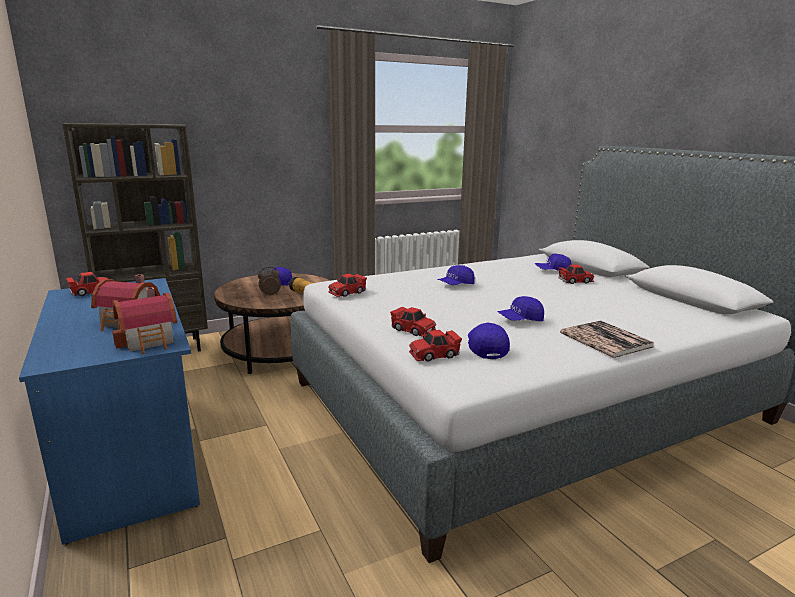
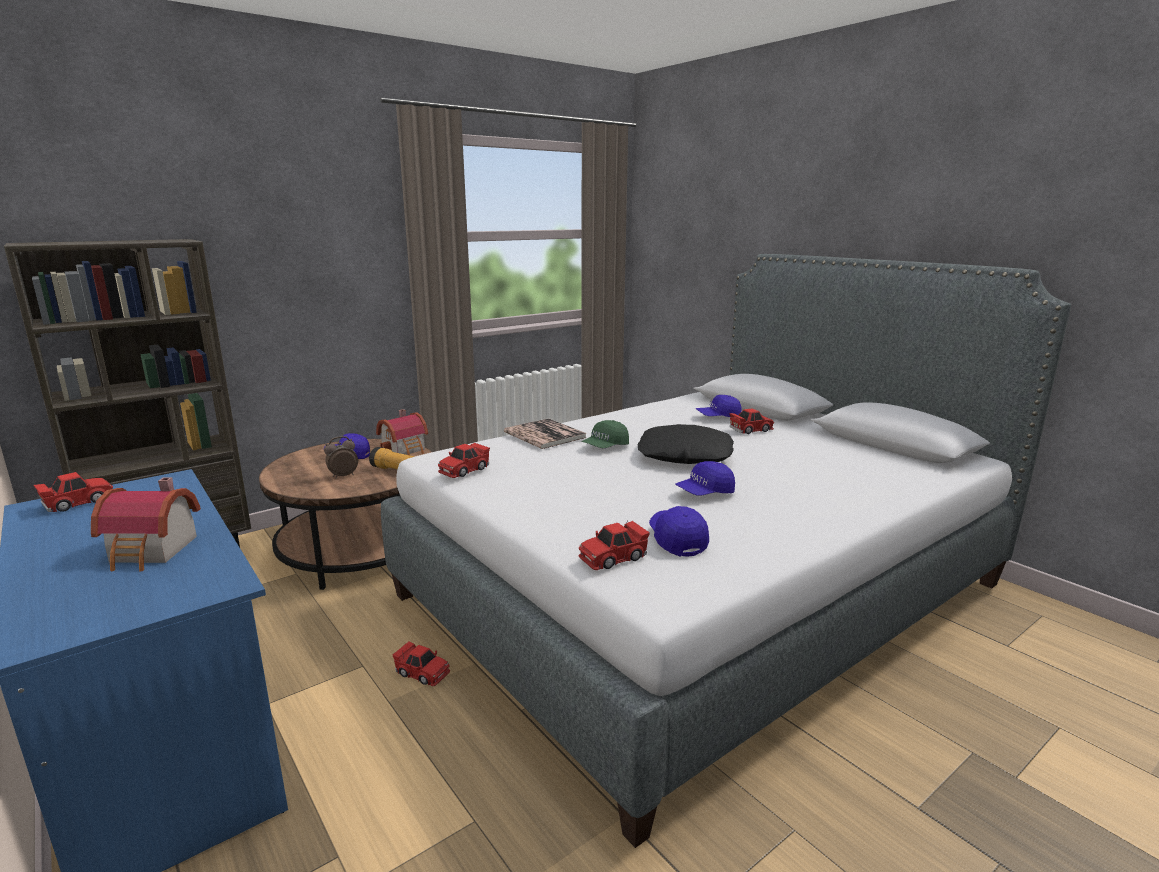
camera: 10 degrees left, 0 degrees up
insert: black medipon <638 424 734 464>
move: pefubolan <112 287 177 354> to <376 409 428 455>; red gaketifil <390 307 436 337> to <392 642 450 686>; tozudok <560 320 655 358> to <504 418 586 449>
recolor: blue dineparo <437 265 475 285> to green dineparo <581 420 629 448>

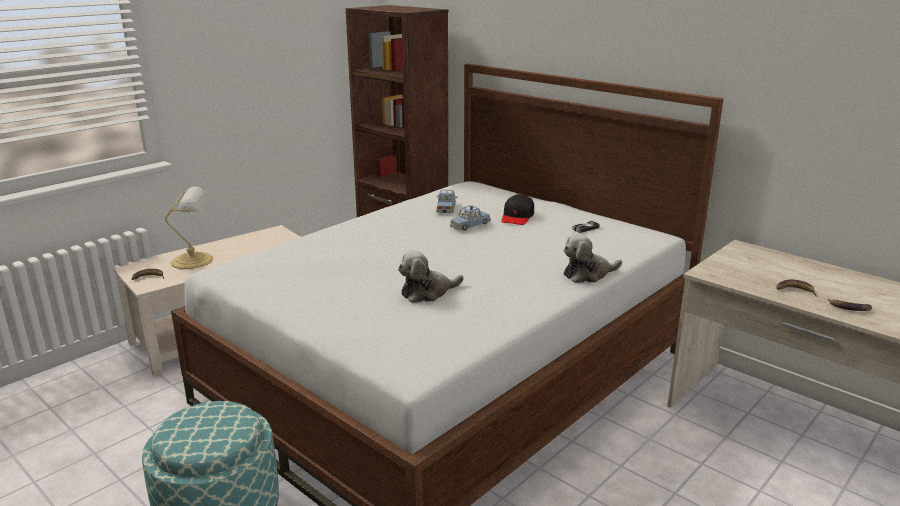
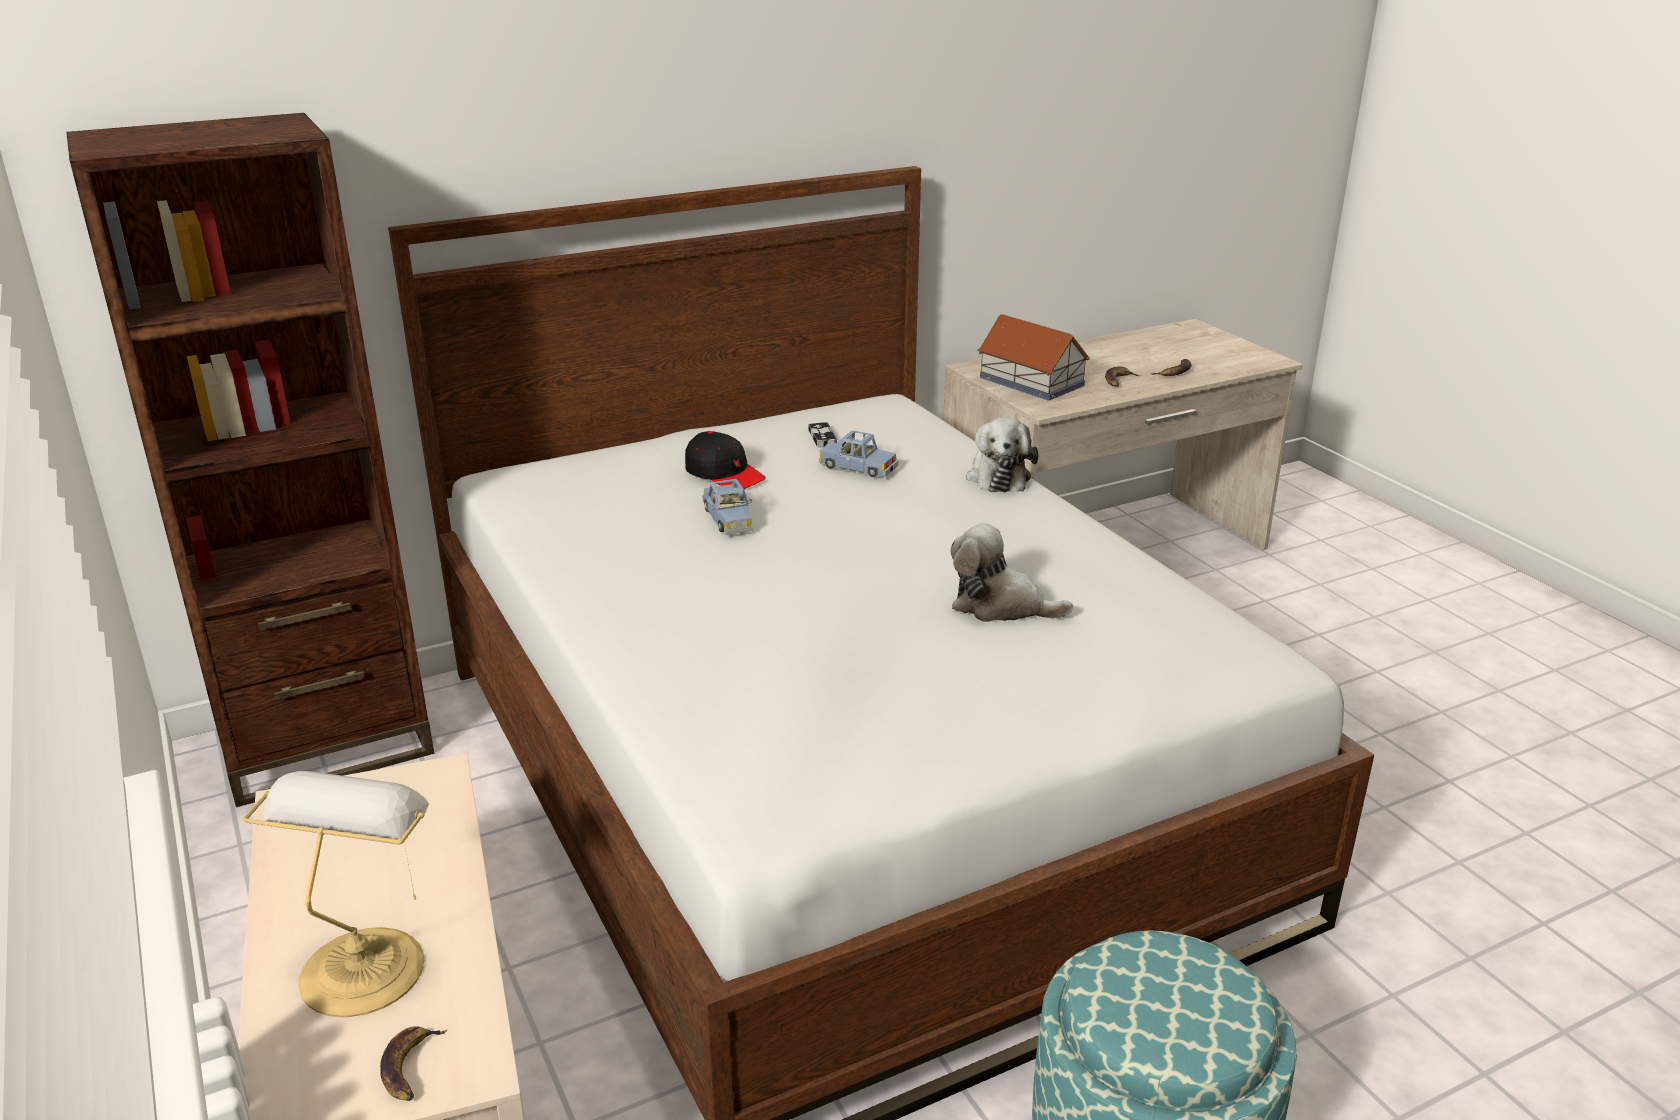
camera: 70 degrees left, 5 degrees up
insert: pefubolan <978 314 1090 400>
move: blue gaketifil <436 190 457 213> to <819 430 898 477>
rotate: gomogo <398 251 464 303> = <951 523 1073 622> 120 degrees clockwise

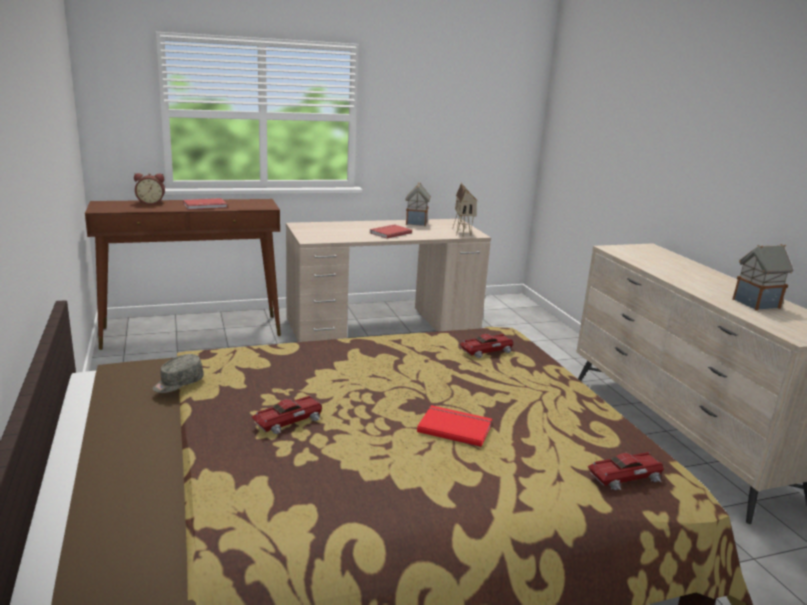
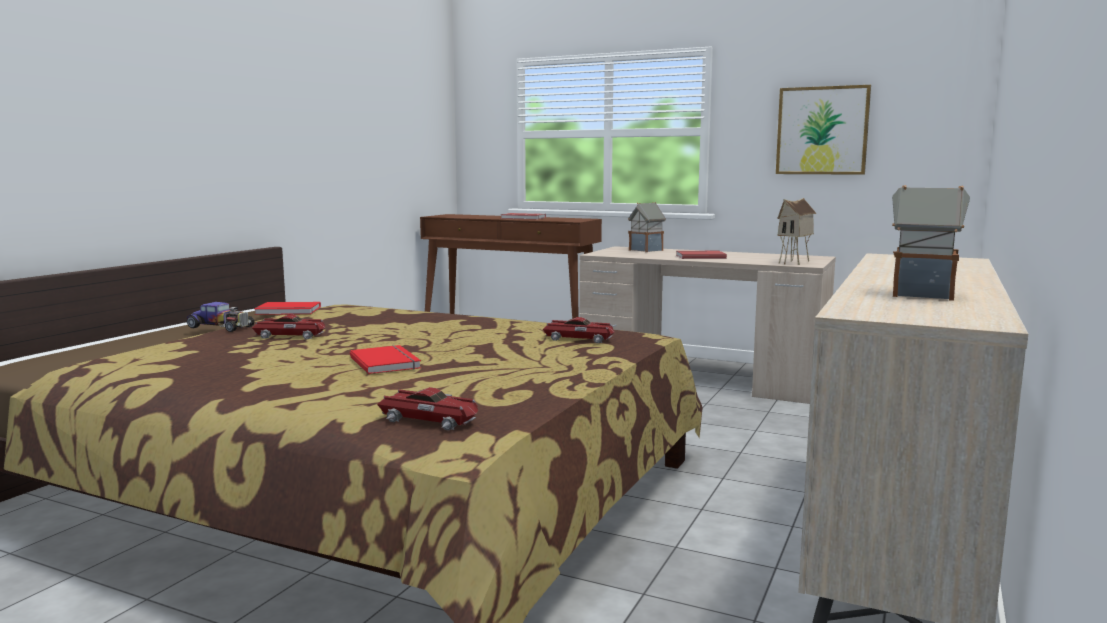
camera: 45 degrees right, 10 degrees down
delete: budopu <134 173 165 205>
insert: gaketifil <187 302 254 332>; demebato <776 85 871 175>
move: pefubolan <406 182 431 227> to <628 202 666 252>
replace: grey dineparo <152 354 204 393> to red tozudok <254 302 321 315>

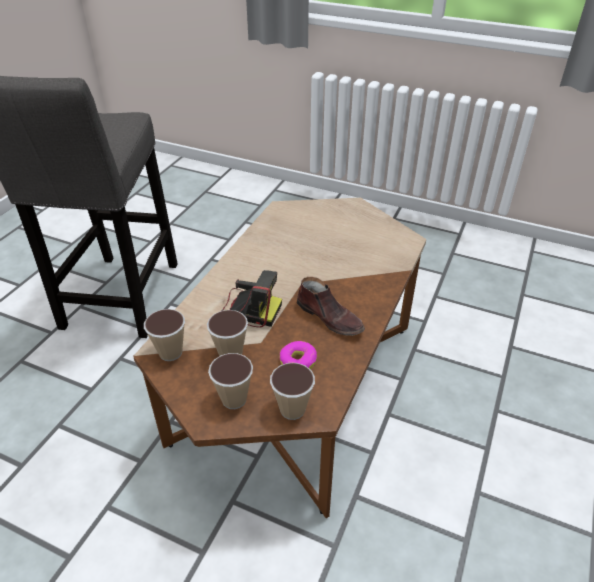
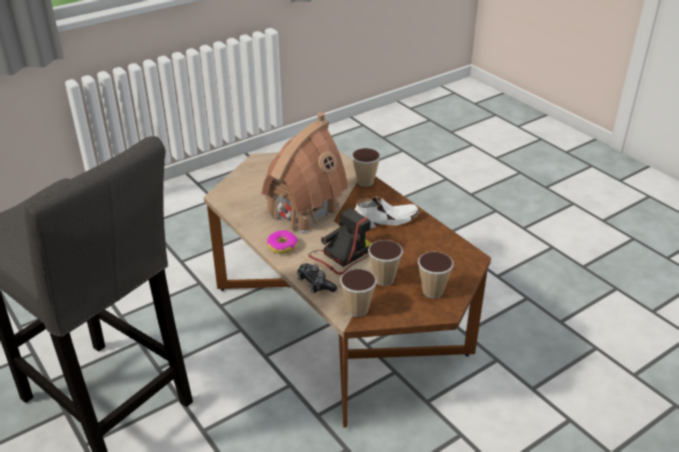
camera: 60 degrees left, 5 degrees down
insert: pefubolan <262 112 348 234>; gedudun <297 263 337 293>
move: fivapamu <270 363 315 420> to <352 148 381 187>; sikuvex <280 341 317 370> to <267 230 298 254>
recolor: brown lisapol <297 277 365 336> to white lisapol <354 196 419 229>

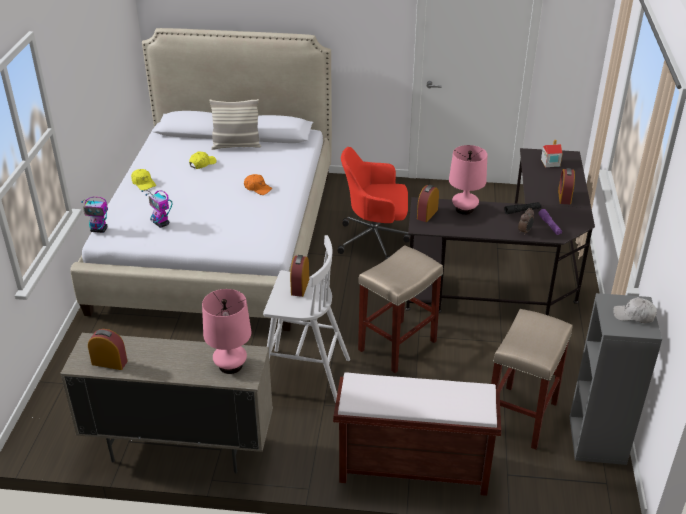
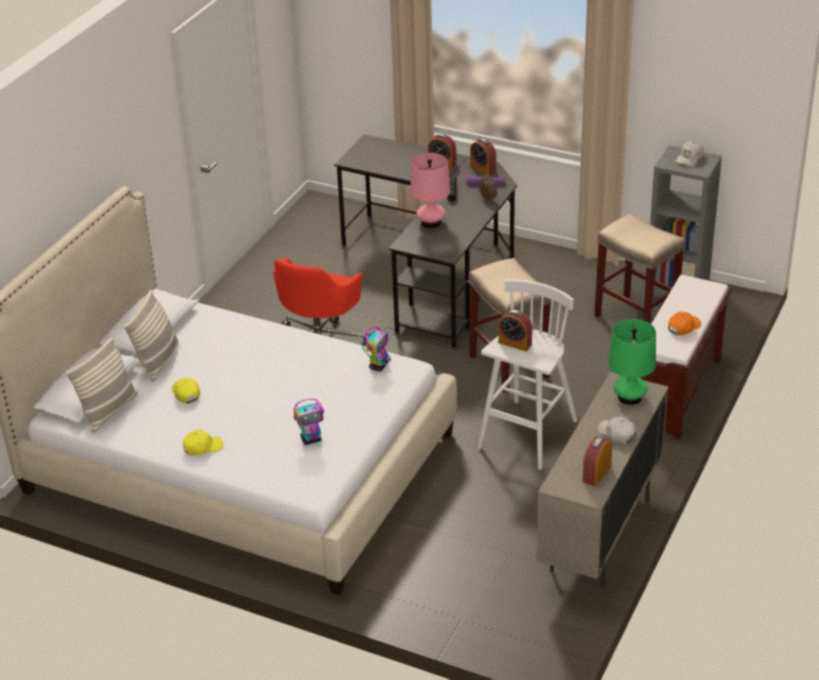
camera: 70 degrees left, 0 degrees up
delete: pefubolan <541 140 562 167>
insert: medipon <66 337 138 434>; white dineparo <597 416 636 444>
move: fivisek <81 197 108 233> to <361 327 393 371>; orange dineparo <244 174 273 195> to <668 312 701 335>; budopu <417 185 439 222> to <470 138 496 176>
recolor: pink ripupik <202 289 251 374> to green ripupik <608 319 656 405>

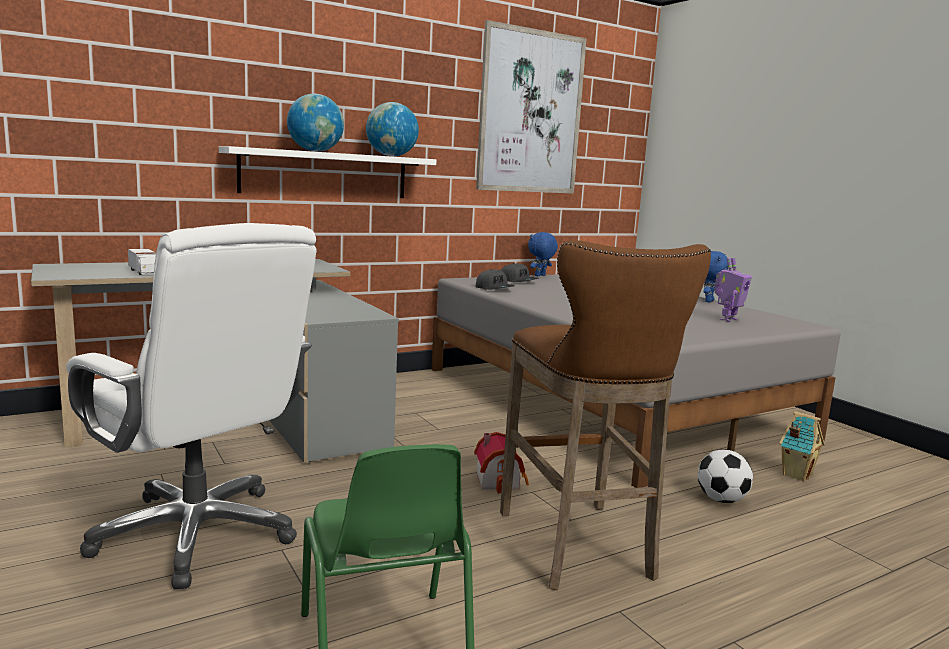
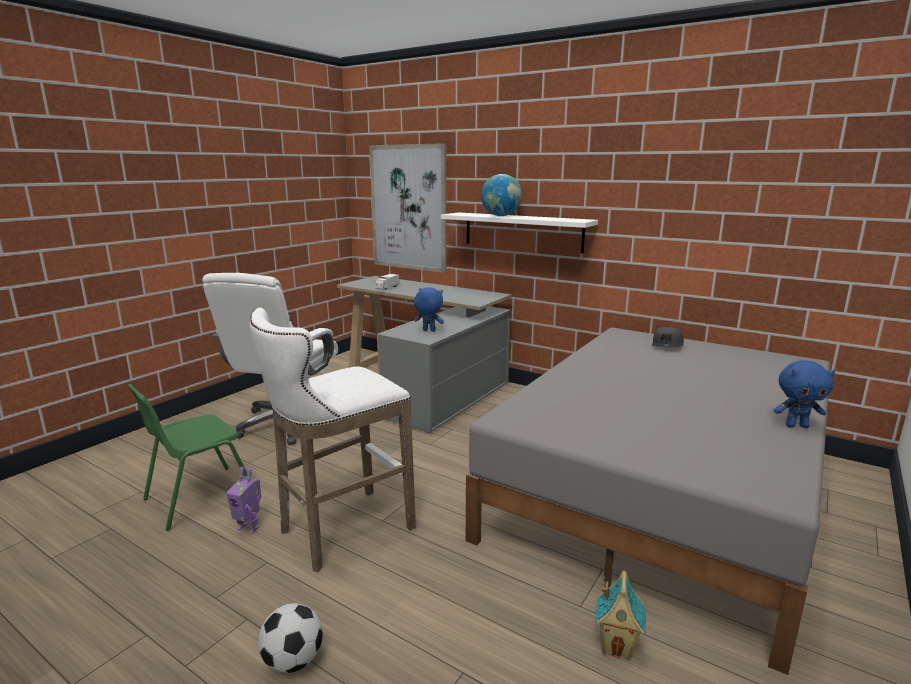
camera: 65 degrees right, 5 degrees up
delete: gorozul <366 102 419 156>; pefubolan <474 432 529 494>; grey dineparo <476 269 515 290>
move: demebato <476 20 587 194> to <369 143 447 273>; blue gomogo <528 232 558 276> to <414 287 444 332>; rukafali <698 449 753 503> to <258 603 323 673>; fivisek <715 258 752 322> to <226 467 261 534>
recolor: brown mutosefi <500 240 711 590> to white mutosefi <250 308 416 572>

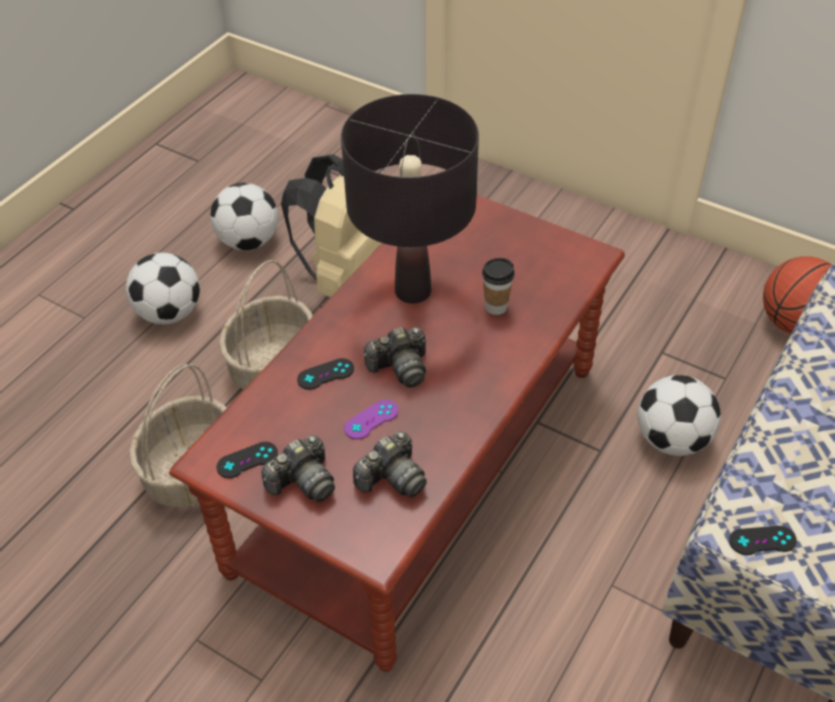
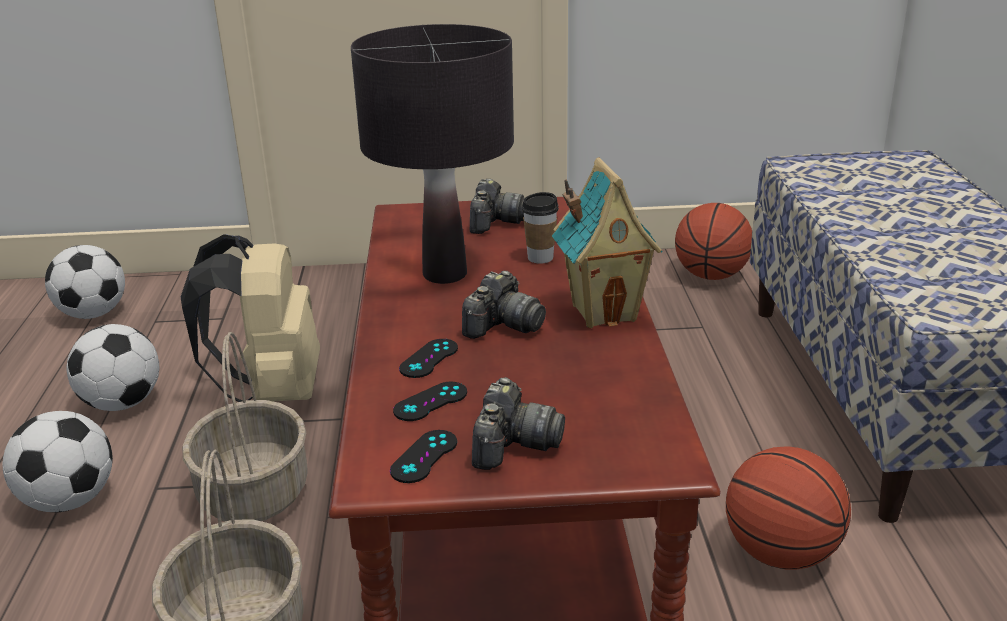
camera: 35 degrees left, 20 degrees down
delete: purple gedudun <344 400 398 439>
insert: pefubolan <552 157 663 328>; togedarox <726 447 851 570>
move: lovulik <353 431 427 498> to <470 179 524 234>; rukafali <637 375 721 456> to <45 245 125 319>; black gedudun <729 526 797 555> to <393 382 467 421>

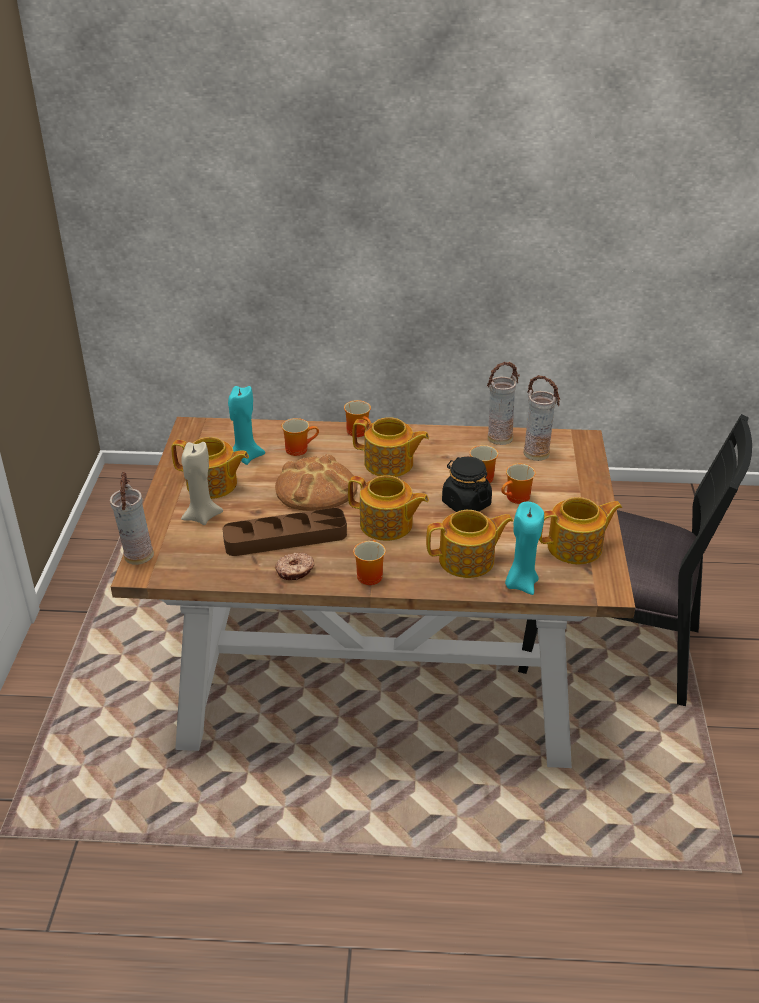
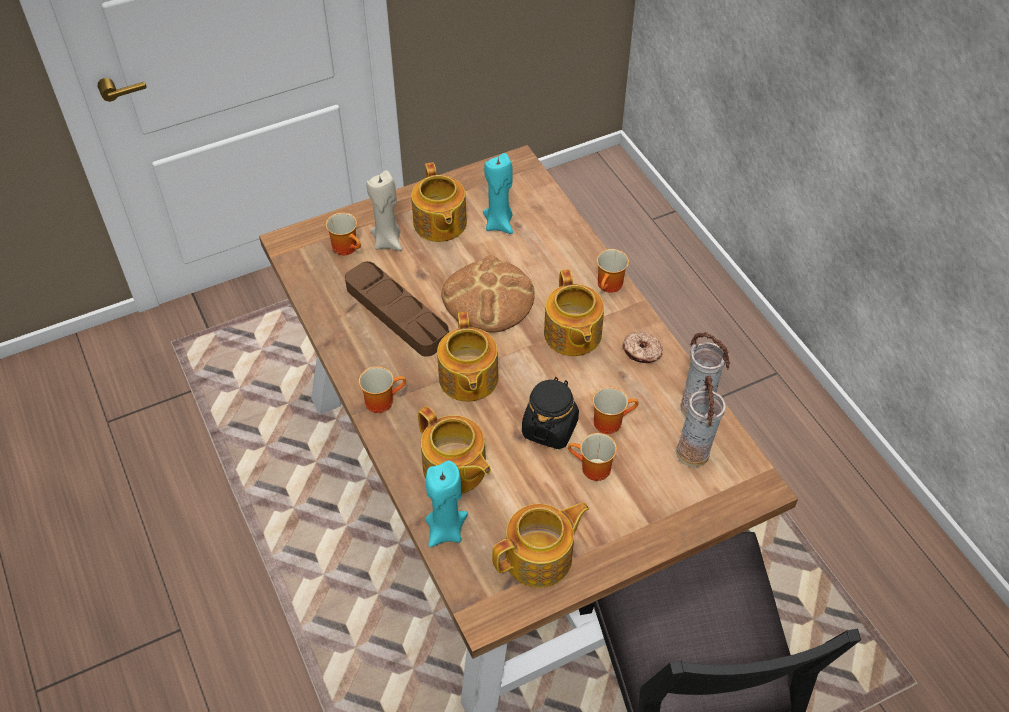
camera: 60 degrees right, 15 degrees up
delete: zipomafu <110 472 154 565>
move: sikuvex <275 553 315 580> to <622 331 663 363>; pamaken <282 418 319 456> to <326 212 361 255>
rotate: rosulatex <539 497 622 565> = <492 502 589 588> 75 degrees counterclockwise

